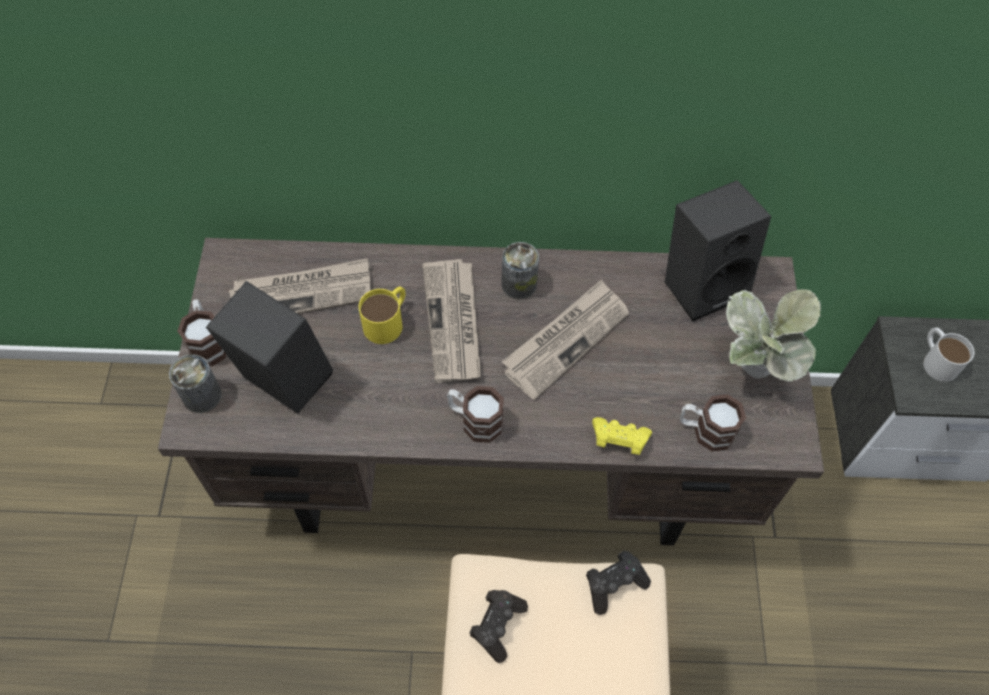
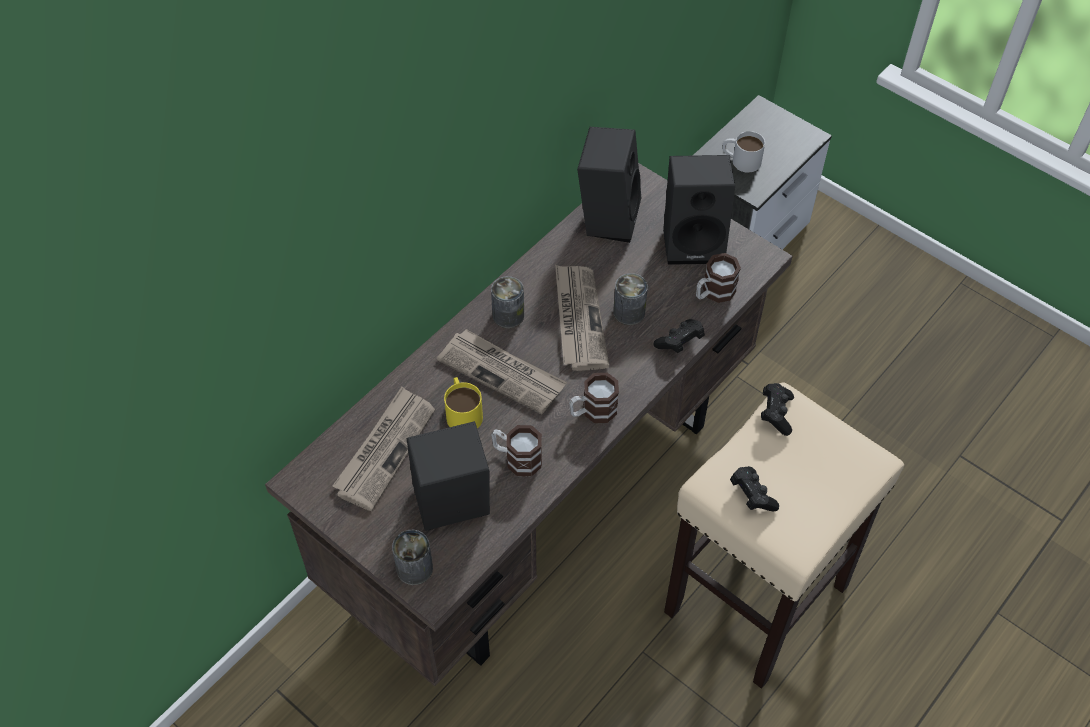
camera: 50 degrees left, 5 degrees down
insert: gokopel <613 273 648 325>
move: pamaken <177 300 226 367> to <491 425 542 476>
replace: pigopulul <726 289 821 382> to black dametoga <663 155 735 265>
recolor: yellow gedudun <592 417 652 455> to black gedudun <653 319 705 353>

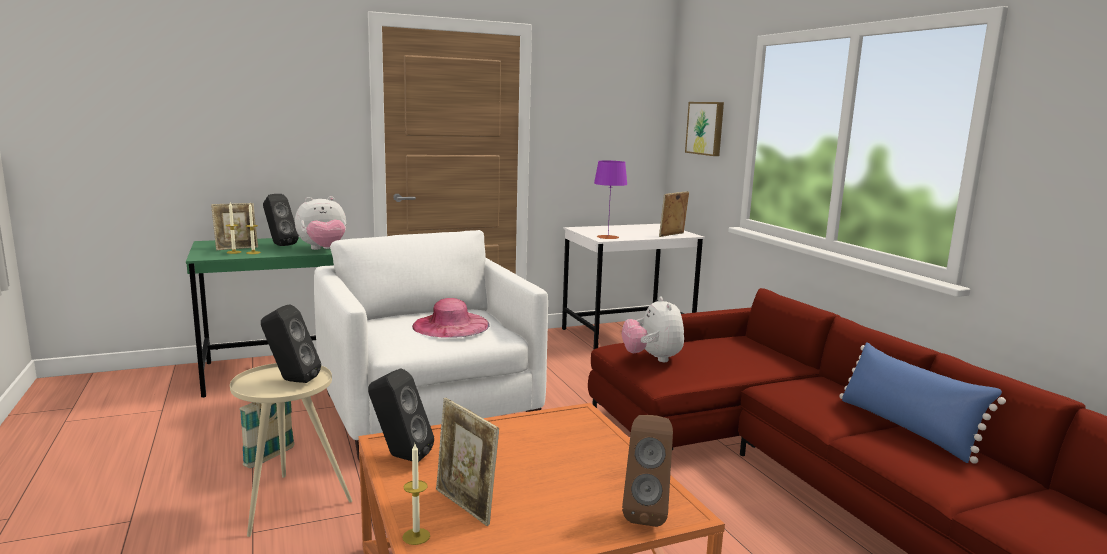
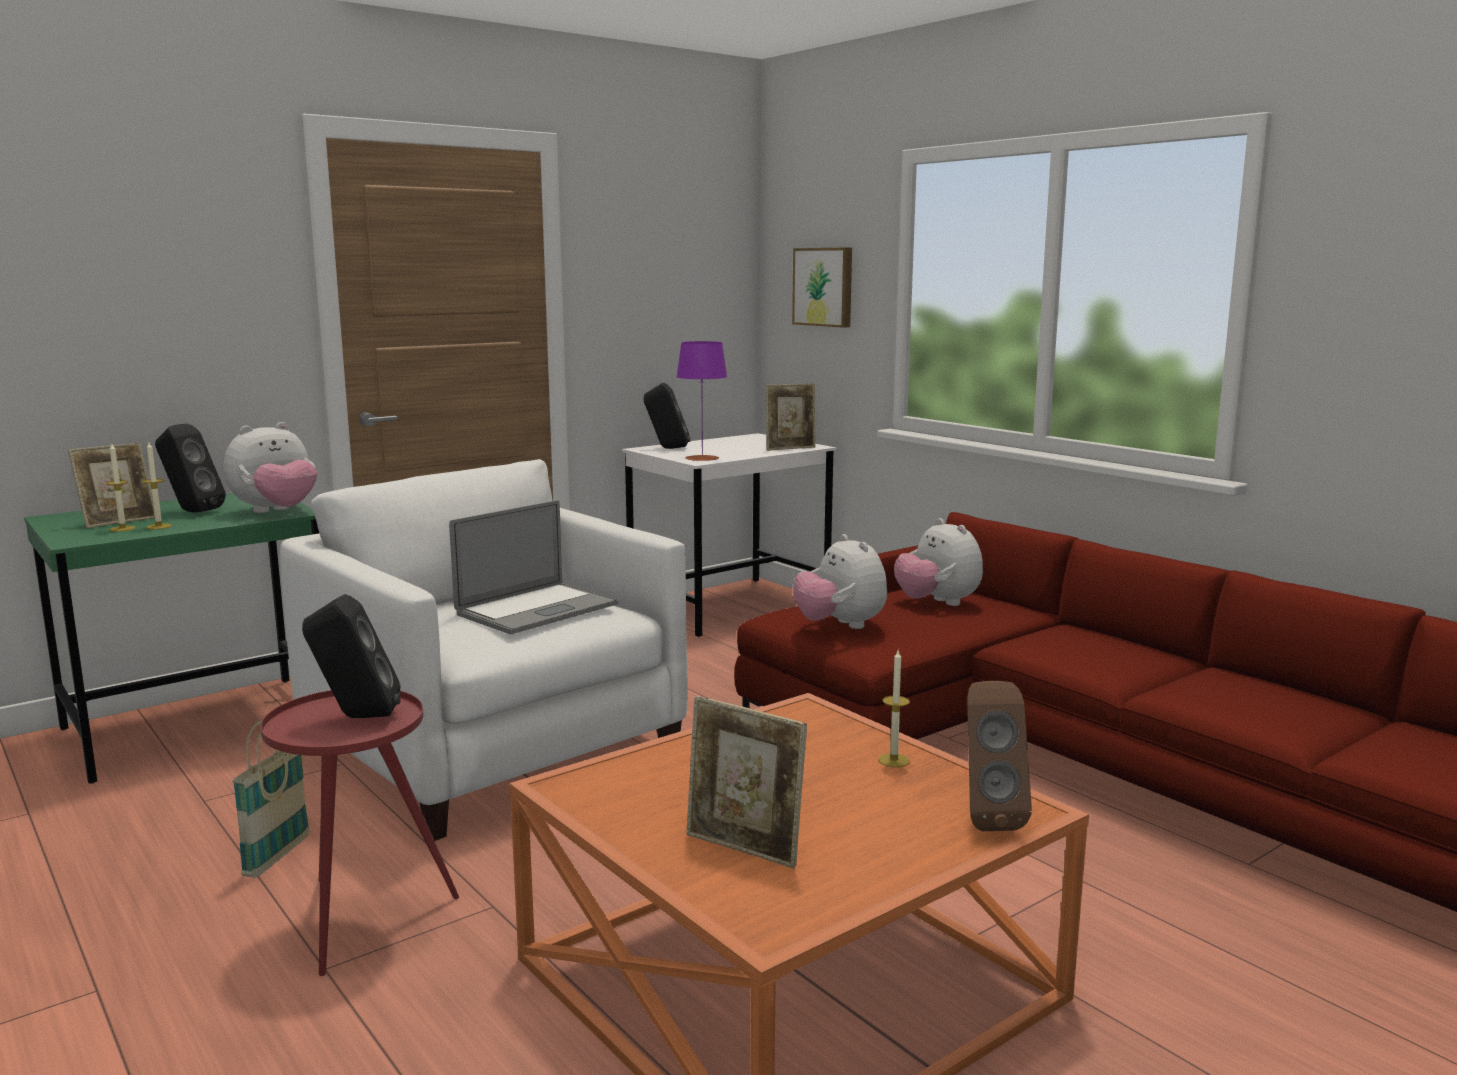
camera: 15 degrees left, 0 degrees up
delete: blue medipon <839 342 1006 464>
insert: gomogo <894 518 983 606>
move: black dametoga <368 368 434 462> to <644 383 690 449>; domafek <402 444 430 545> to <878 650 910 767>
replace: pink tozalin <412 298 490 338> to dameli <449 500 618 634>
recolor: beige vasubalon <230 363 352 537> to red vasubalon <260 690 459 976>
rotate: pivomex <659 191 689 237> = <765 383 815 451> 150 degrees counterclockwise

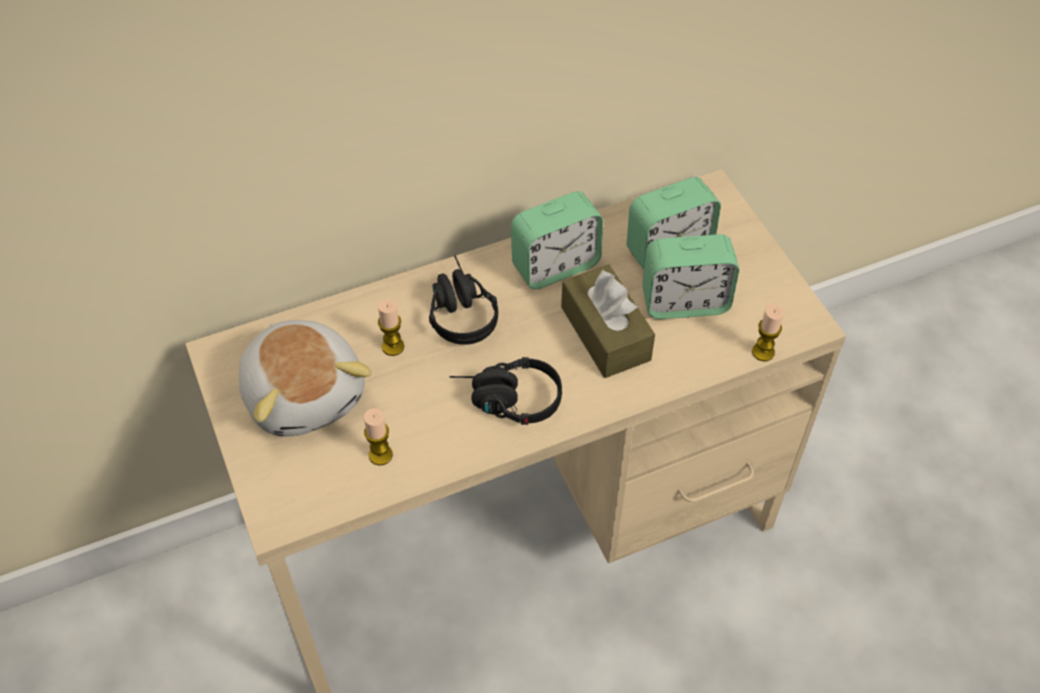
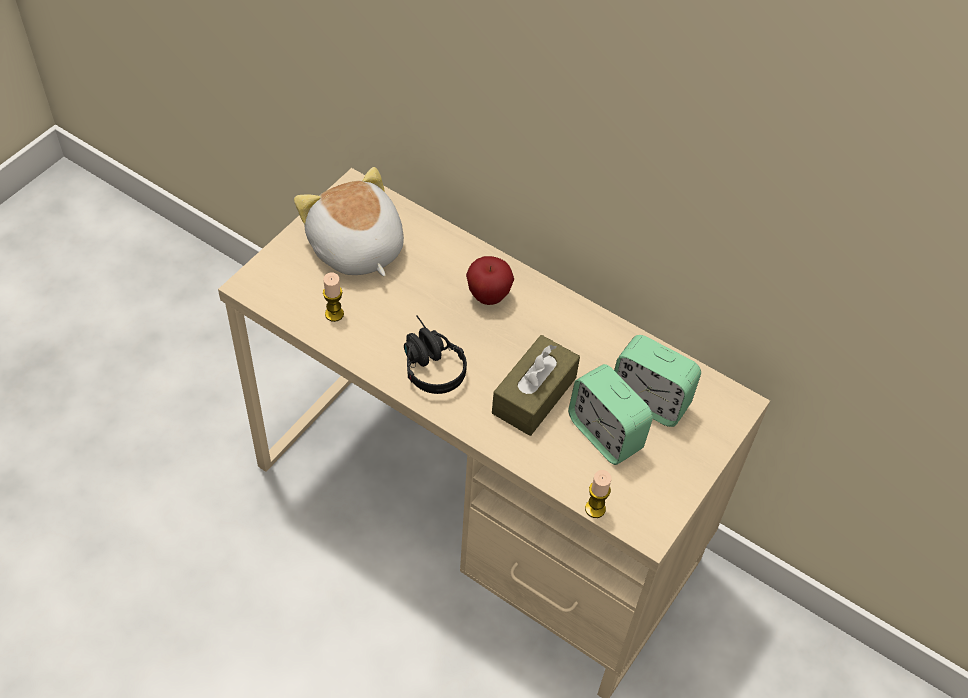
camera: 55 degrees right, 0 degrees up
delete: domafek <378 299 404 356>; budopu <511 191 603 289>
replace: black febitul <429 256 498 345> to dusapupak <466 256 514 305>
rotate: gomogo <239 320 372 436> = <294 167 404 276> 120 degrees clockwise

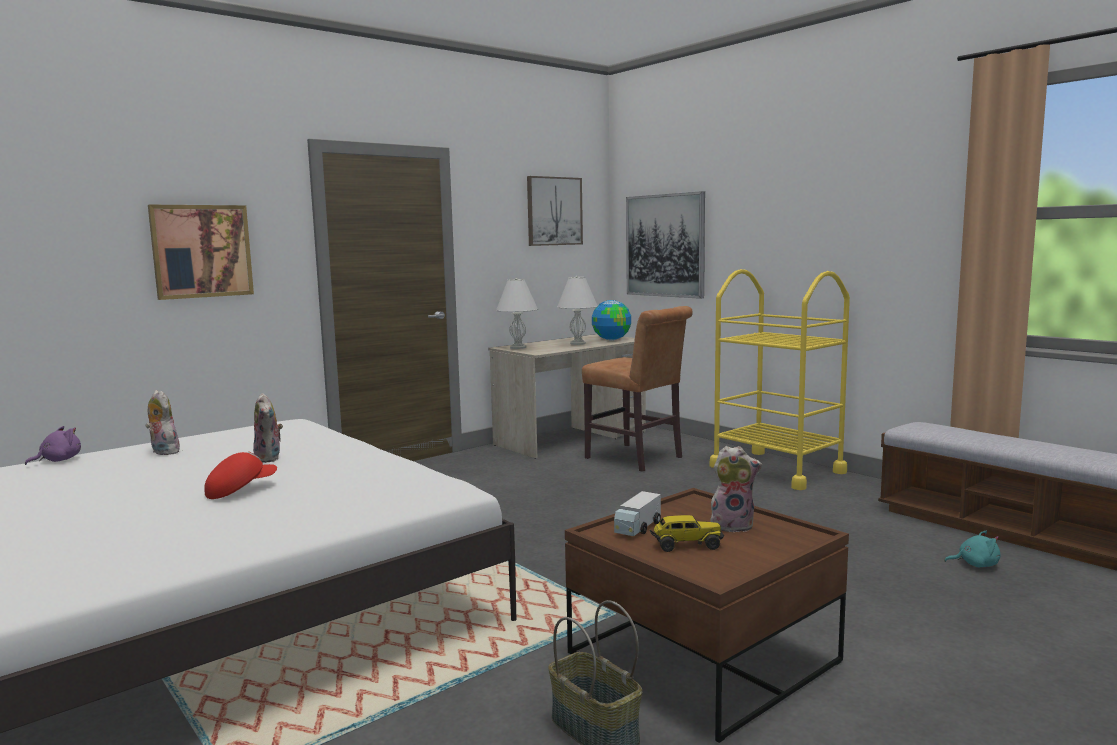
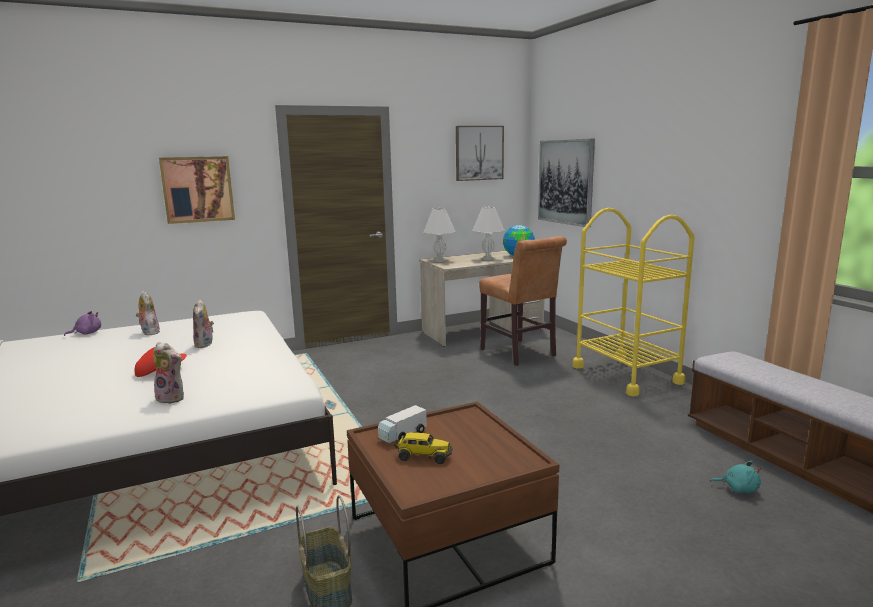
camera: 15 degrees right, 5 degrees up
move: gomogo <710 446 762 533> to <153 342 184 404>

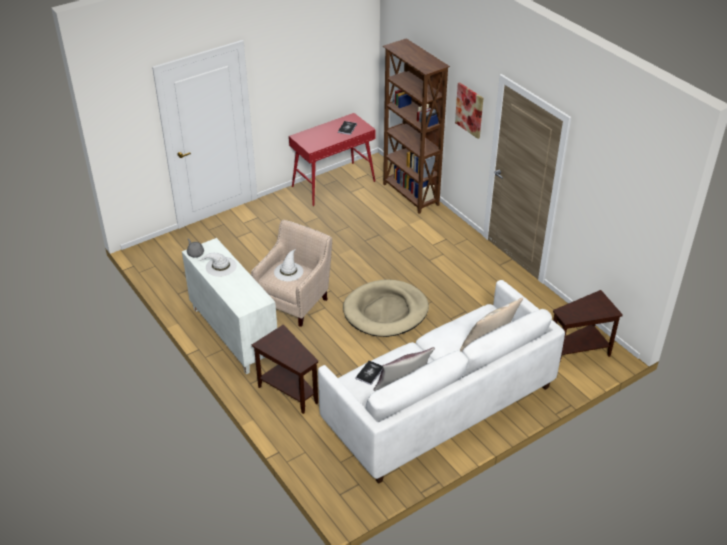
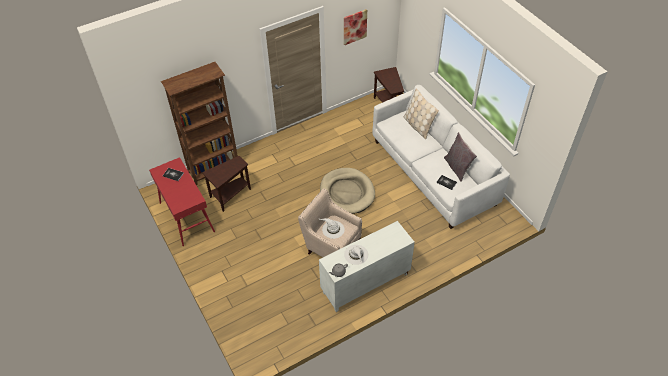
camera: 85 degrees left, 10 degrees up
move: brown vasubalon <252 325 318 414> to <202 156 251 212>; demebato <455 82 483 139> to <344 9 367 45>

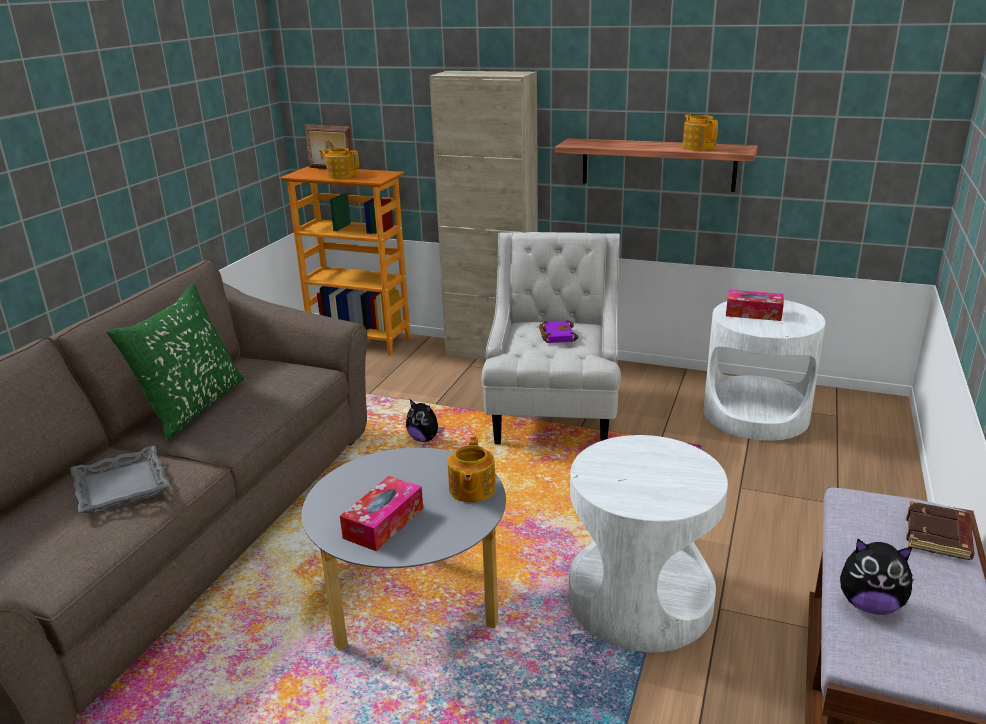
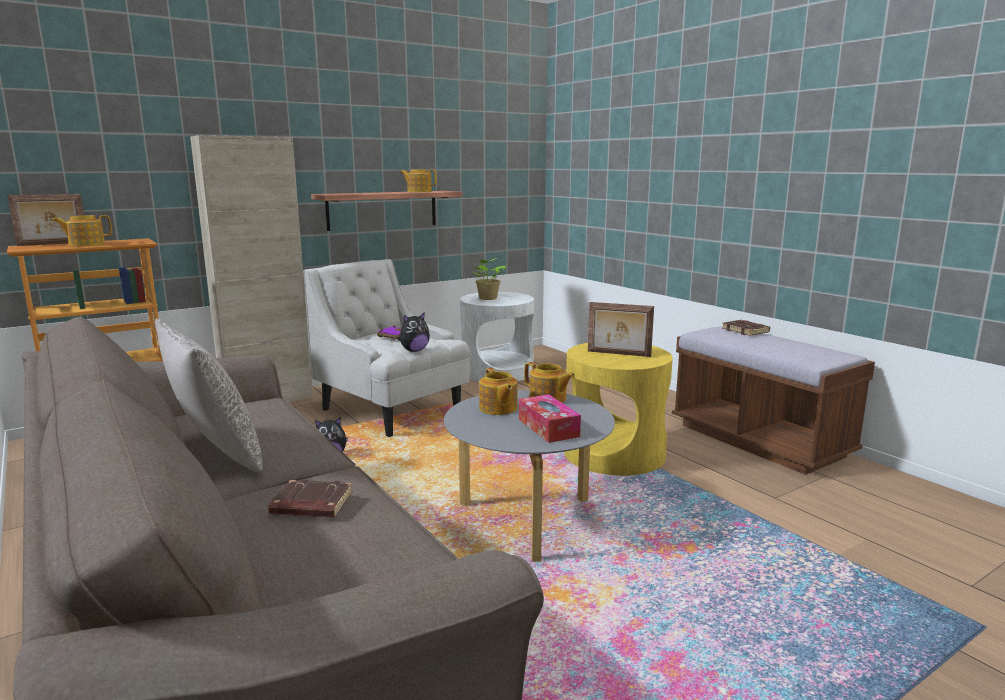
camera: 55 degrees left, 10 degrees down
insert: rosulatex <479 368 518 415>; pivomex <588 302 654 357>
move: gomogo <840 539 914 615> to <398 312 430 352>
replace: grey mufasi <70 446 170 514> to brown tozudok <268 479 353 518>; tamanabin <726 290 784 321> to pigopulul <473 258 506 300>
recolor: green medipon <107 283 244 439> to grey medipon <155 318 263 472>; white vasubalon <569 435 728 653> to yellow vasubalon <564 343 673 476>

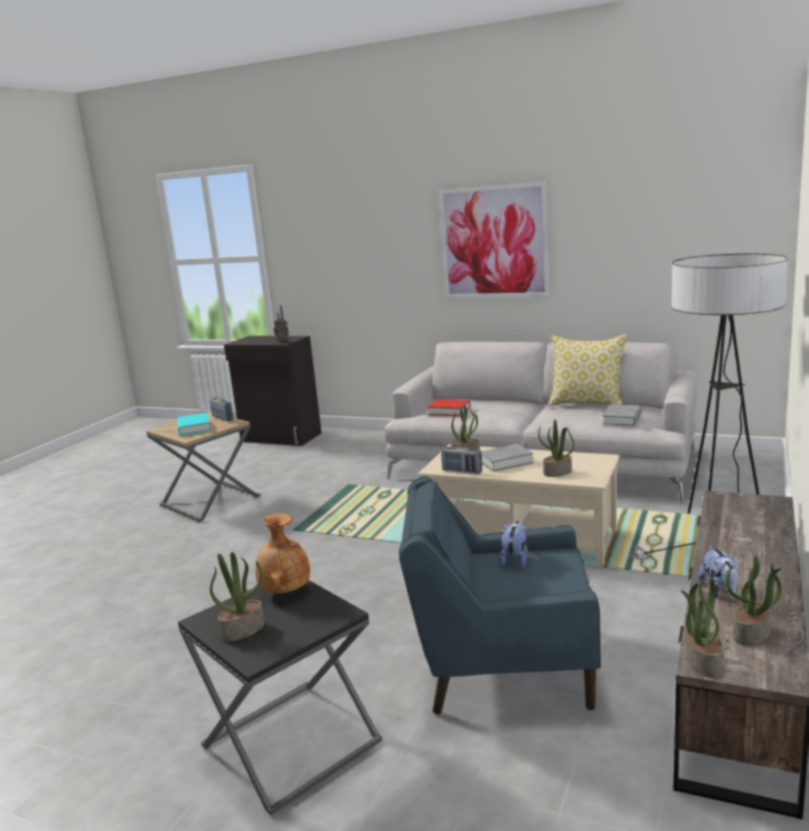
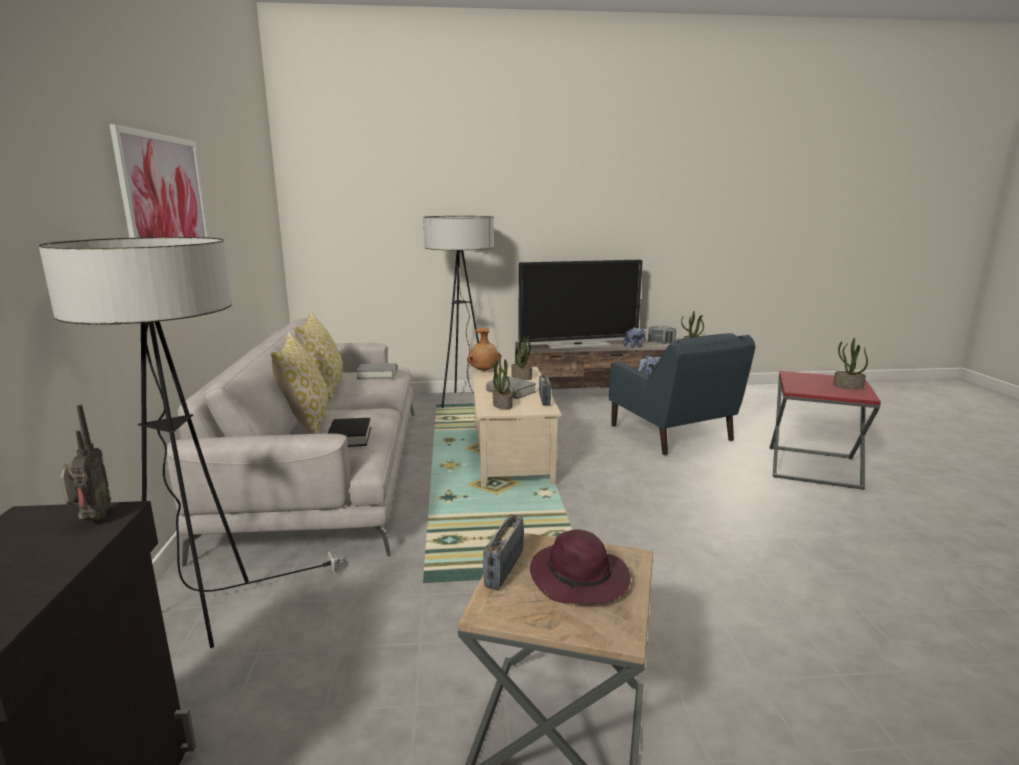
camera: 120 degrees left, 0 degrees up
insert: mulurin <39 237 344 648>; medipon <271 331 328 434>; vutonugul <518 260 643 350>
move: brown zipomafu <255 513 310 593> to <467 328 501 371>
replace: turquoise tozudok <177 413 211 436> to purple tozalin <530 529 631 604>; pigopulul <725 555 782 646> to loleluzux <648 326 676 344>
recolor: black vasubalon <178 580 382 815> to red vasubalon <770 371 881 490>; red tozudok <427 399 470 416> to black tozudok <327 418 371 447>

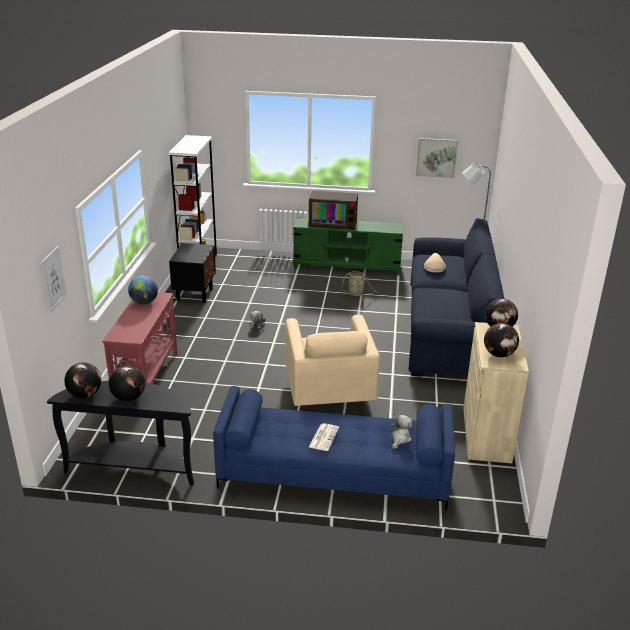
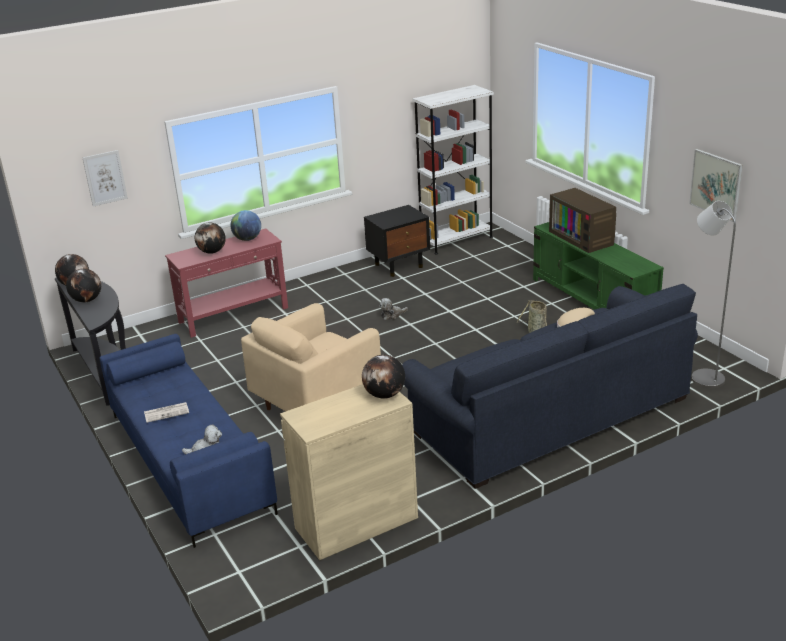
camera: 55 degrees right, 0 degrees up
move: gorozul <484 323 519 357> to <195 223 226 254>

